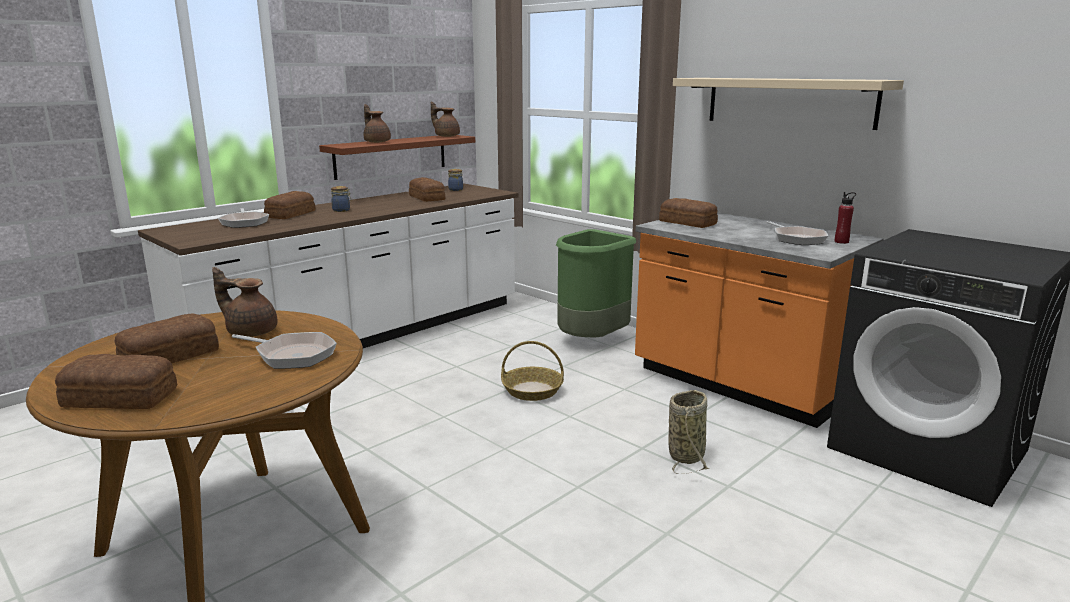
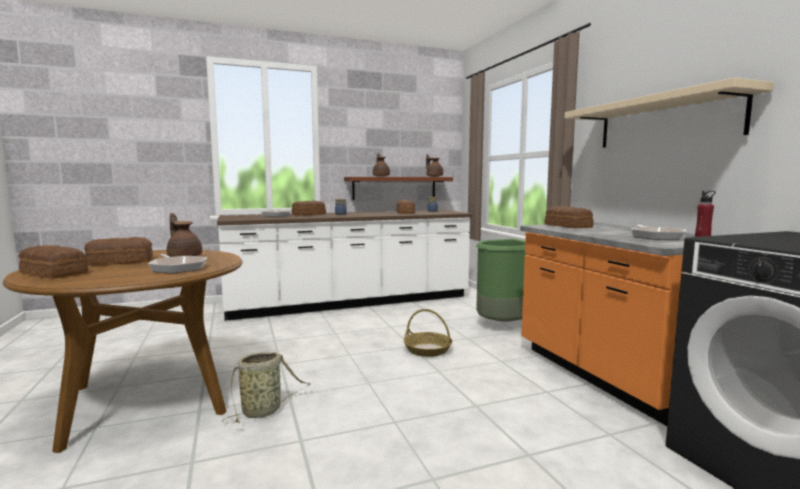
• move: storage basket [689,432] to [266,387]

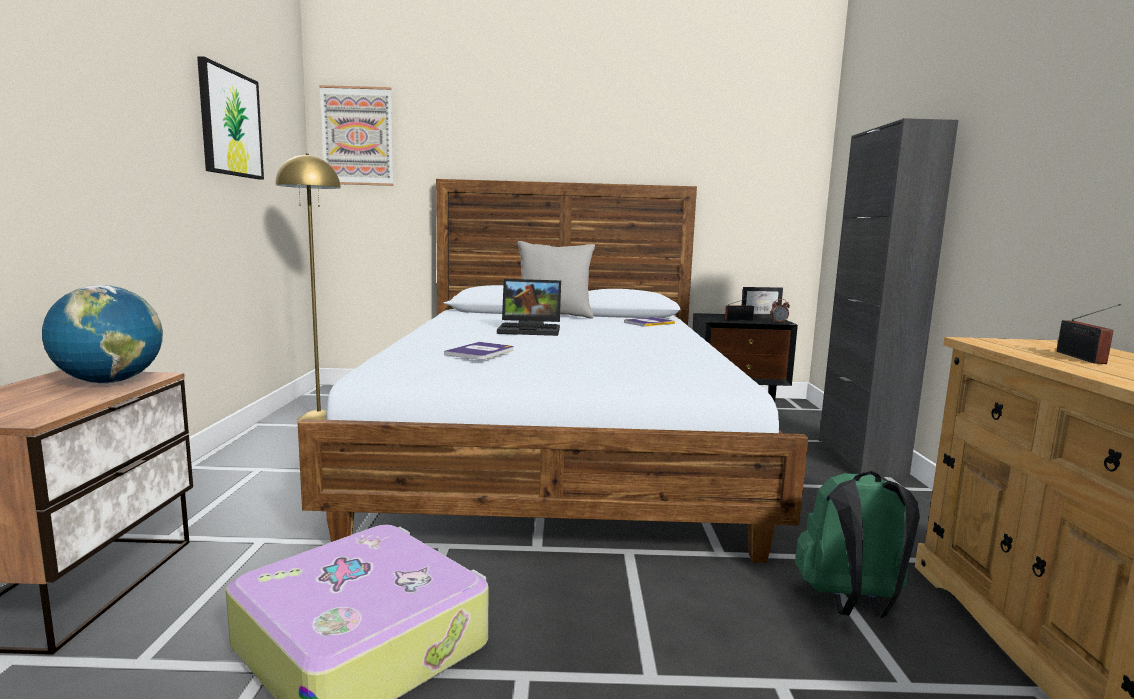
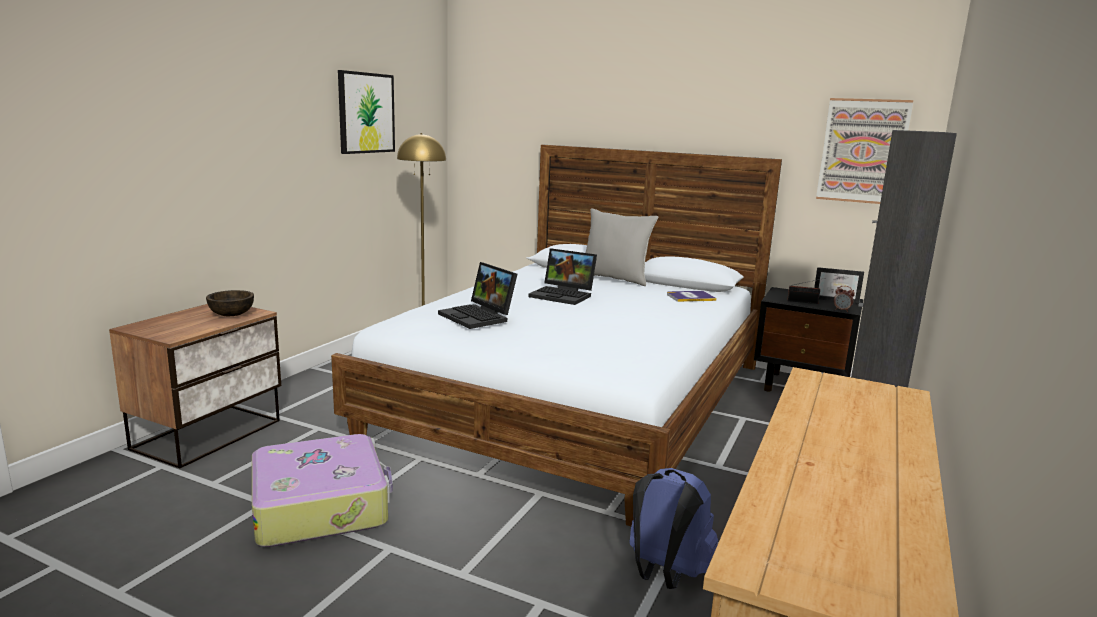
• replace: world globe [102,334] to brown bowl [230,303]
• replace: volume [478,351] to notebook computer [477,295]
• recolor: green-coloured knapsack [857,544] to bluish knapsack [673,528]
• move: wall art [356,135] to [864,151]
• delete: radio [1089,334]

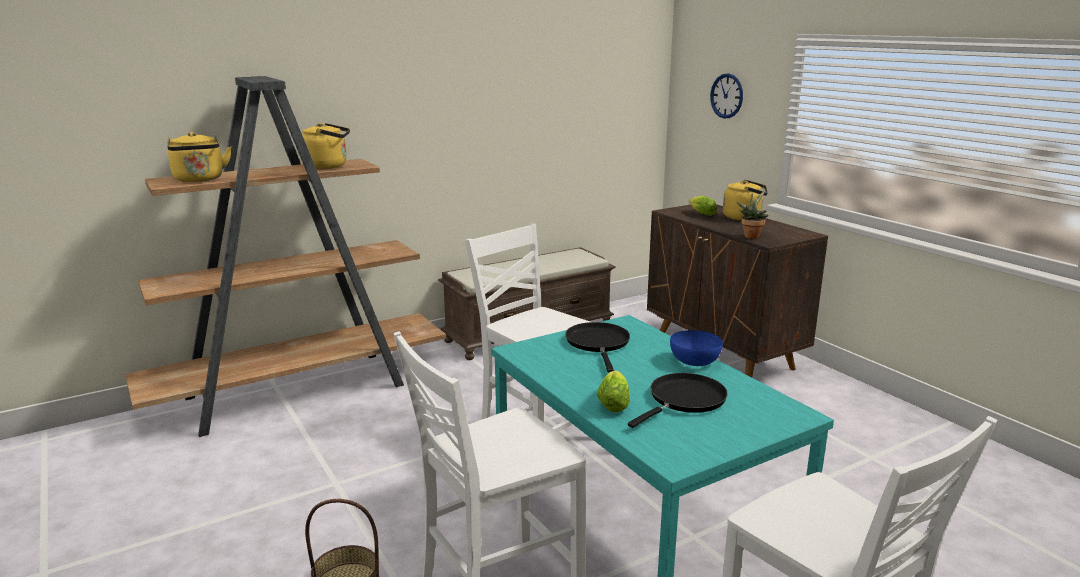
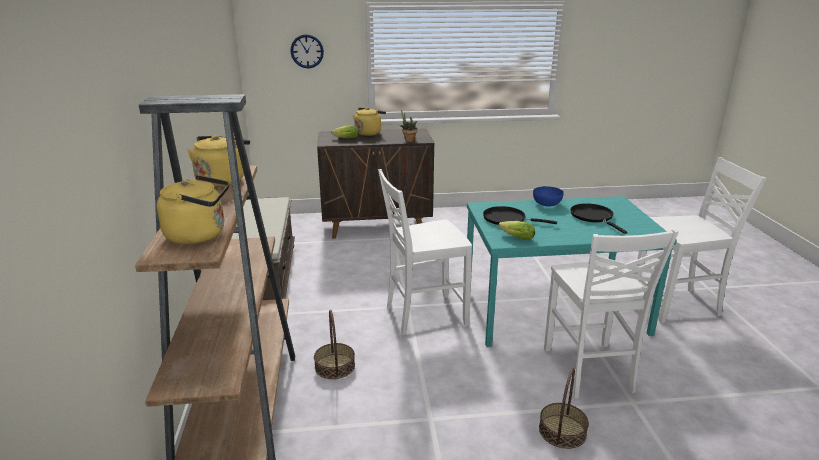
• insert: storage basket [334,344]
• move: lettuce [613,391] to [516,230]

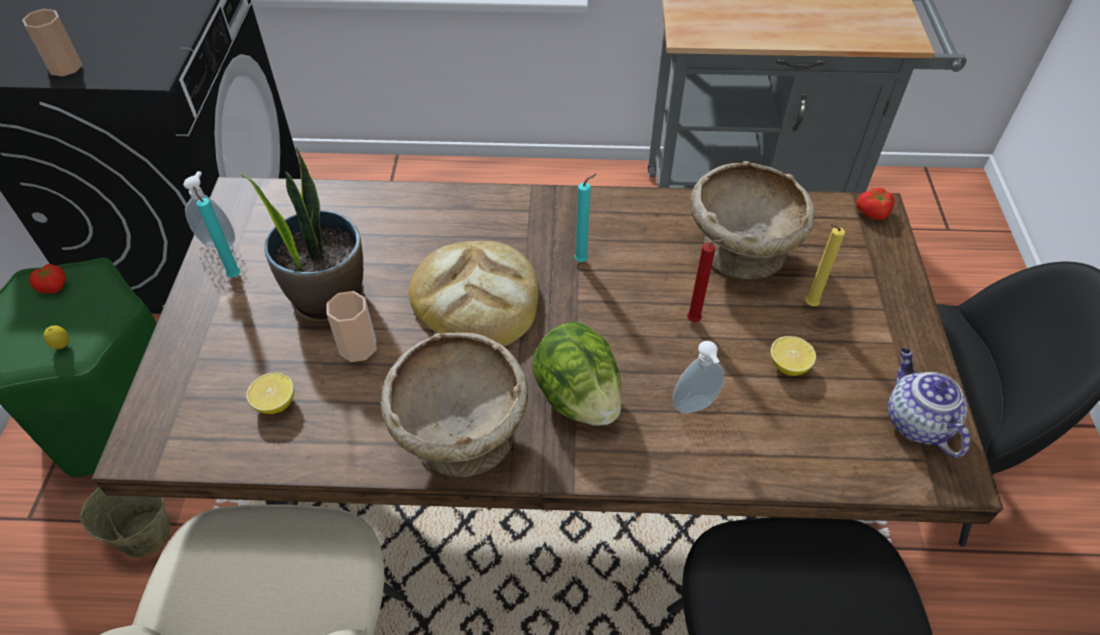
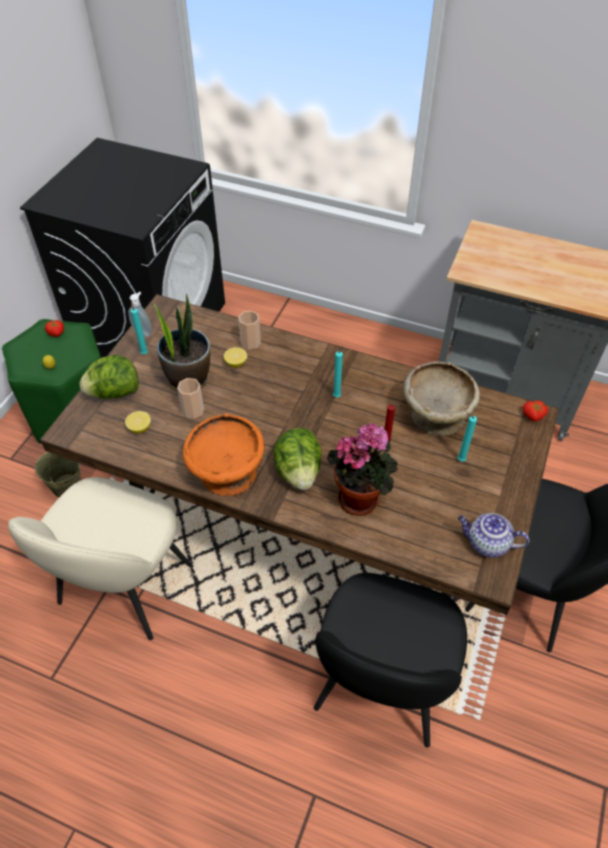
• insert: lettuce [109,377]
• recolor: sand-coloured bowl [454,405] to orange bowl [224,454]
• move: lemon [793,356] to [235,357]
• move: small cup [52,42] to [249,330]
• replace: soap dispenser [698,377] to houseplant [362,469]
• recolor: yellow wax candle [825,265] to blue-green wax candle [467,437]
• rotate: tea pot [929,403] = [494,535] 75 degrees counterclockwise
• delete: bread [473,293]

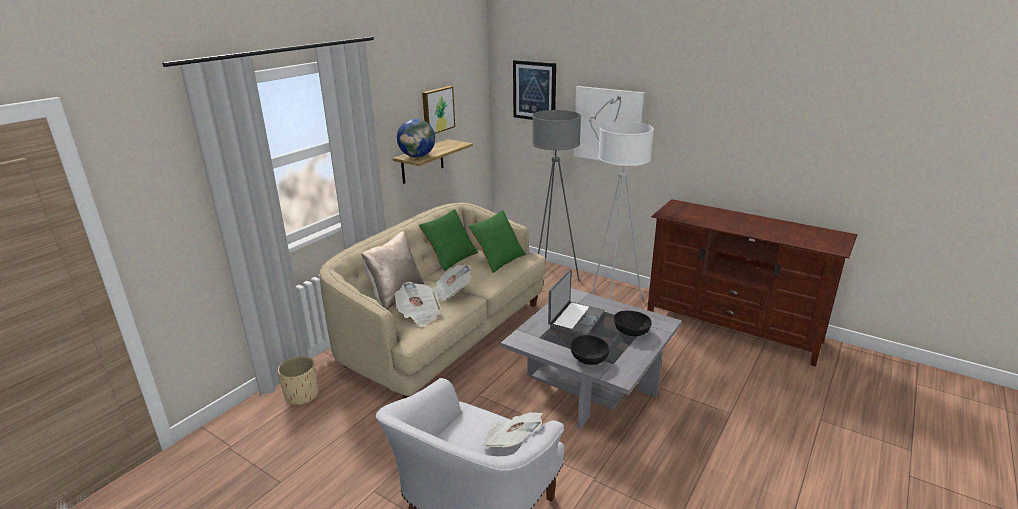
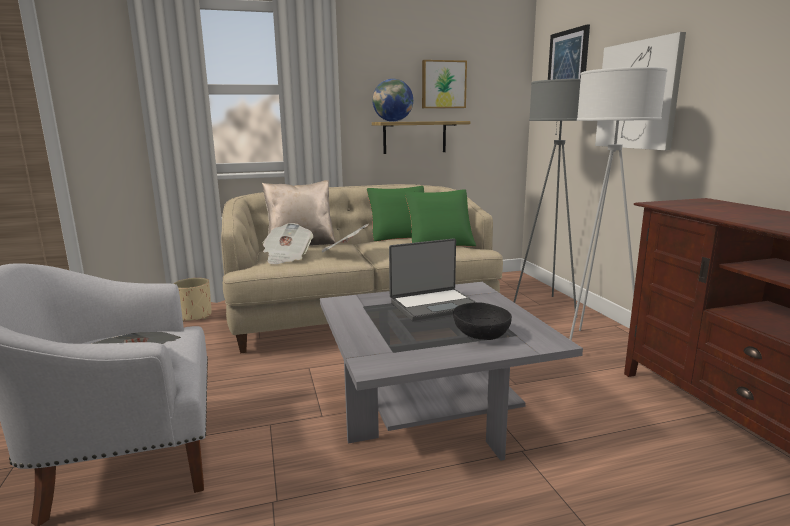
• delete: black-coloured bowl [589,350]

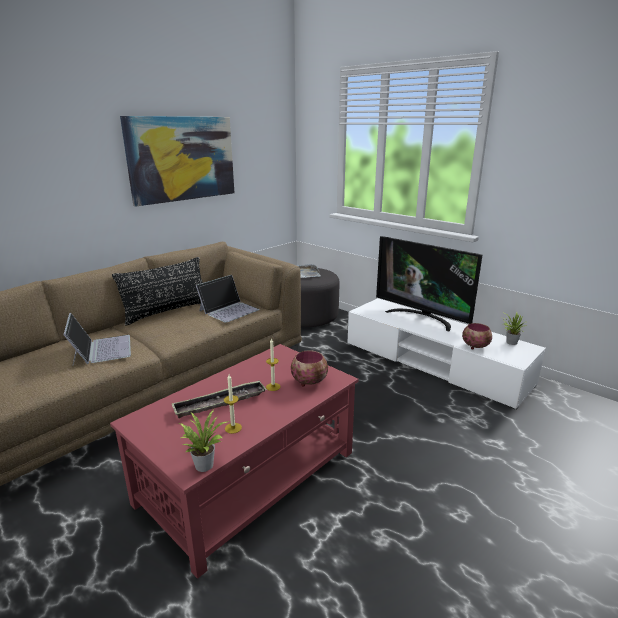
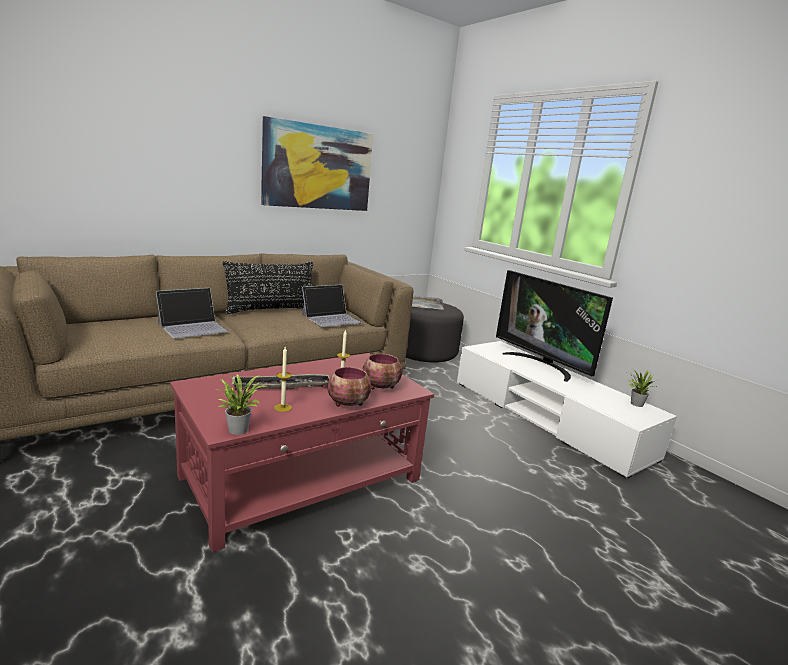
• rotate: notebook computer [97,339] = [192,313] 60 degrees clockwise
• move: bowl [477,336] to [349,387]

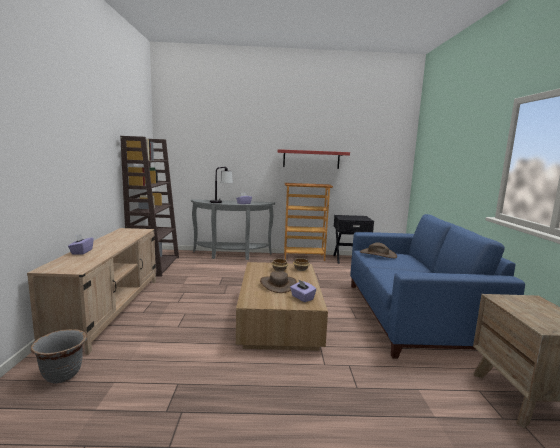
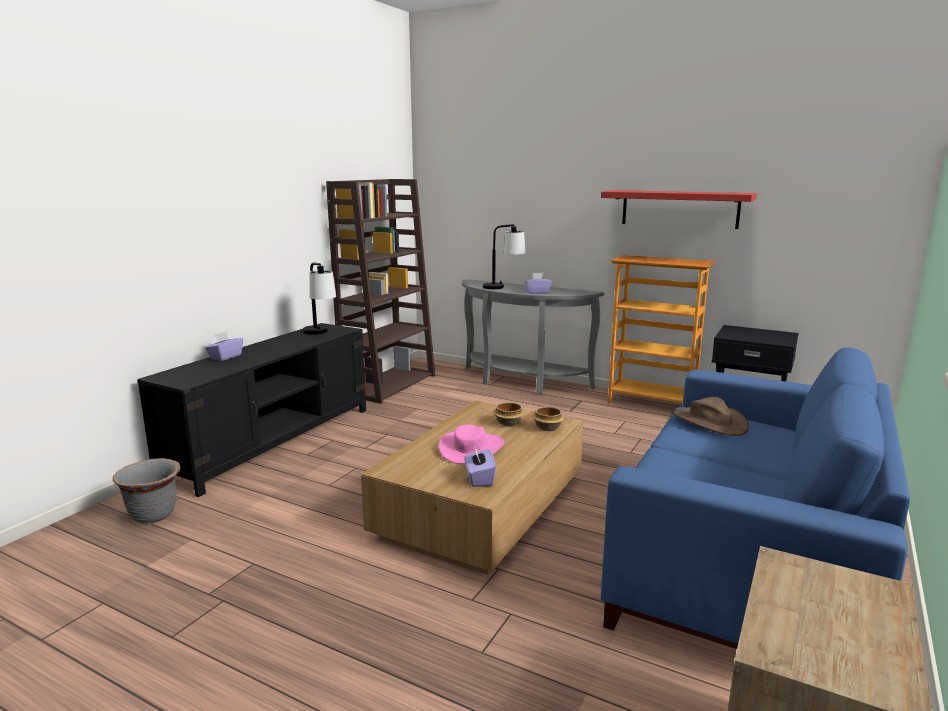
• recolor: sand-coloured media console [91,291] to black-coloured media console [251,410]
• insert: table lamp [319,299]
• recolor: brown wearable hat [278,282] to pink-coloured wearable hat [471,444]

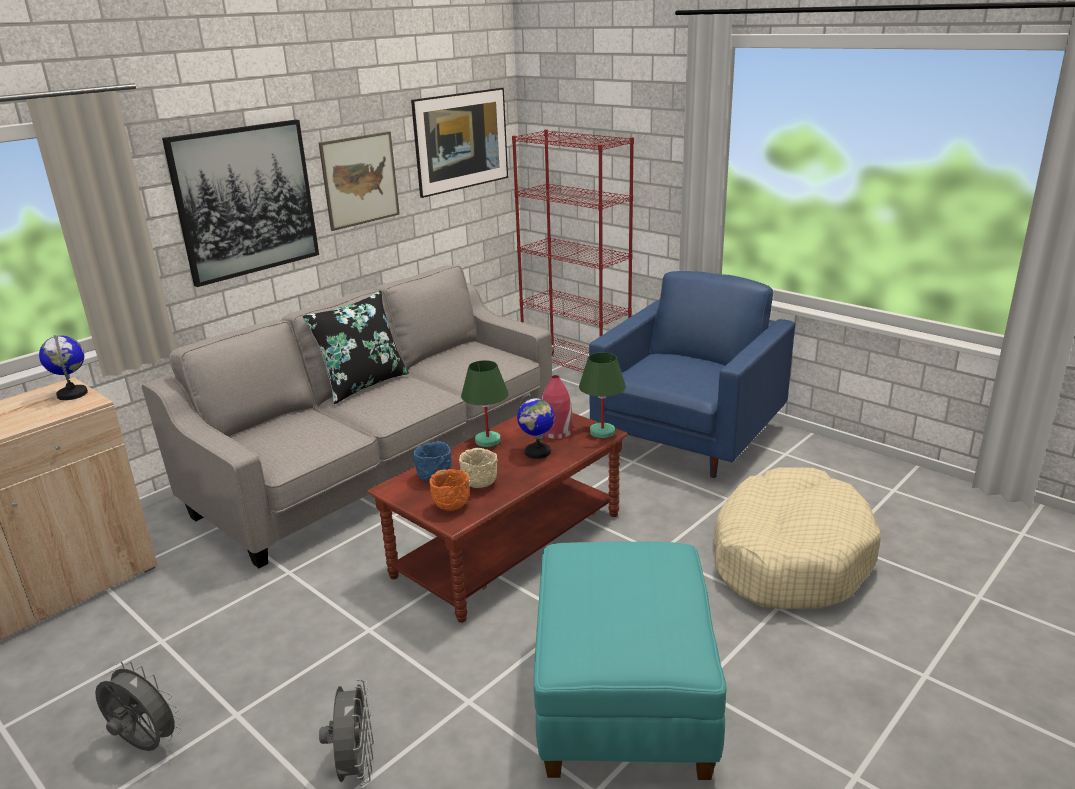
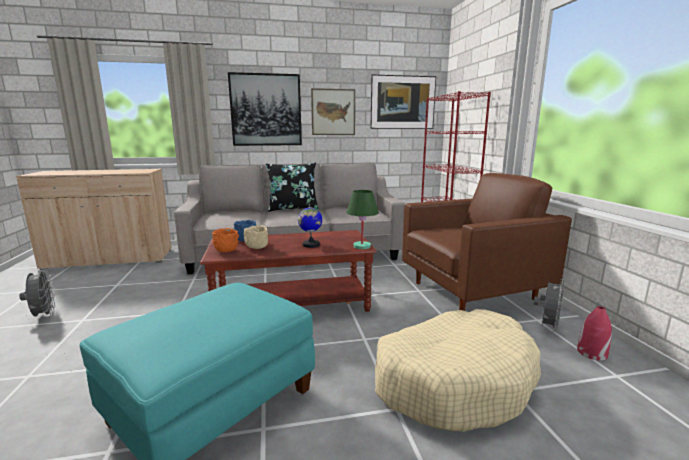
• recolor: bluish lounge chair [692,374] to brown lounge chair [487,242]
• move: gray fan [346,732] to [548,305]
• move: red-coloured vase [557,407] to [594,333]
• delete: world globe [63,367]
• delete: green-coloured table lamp [484,403]

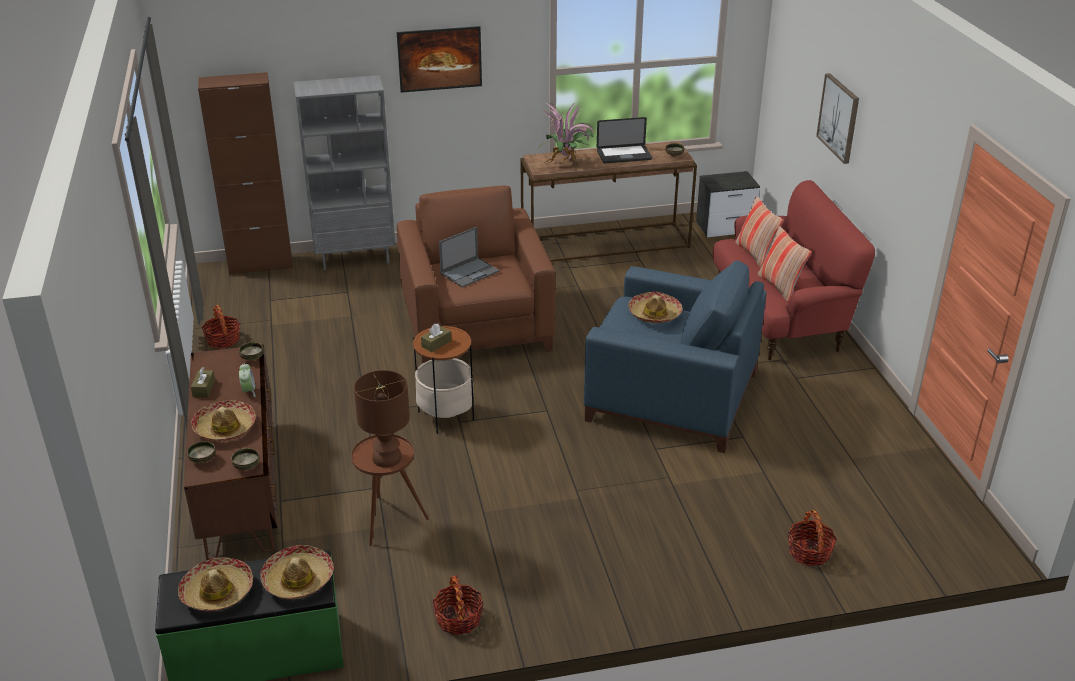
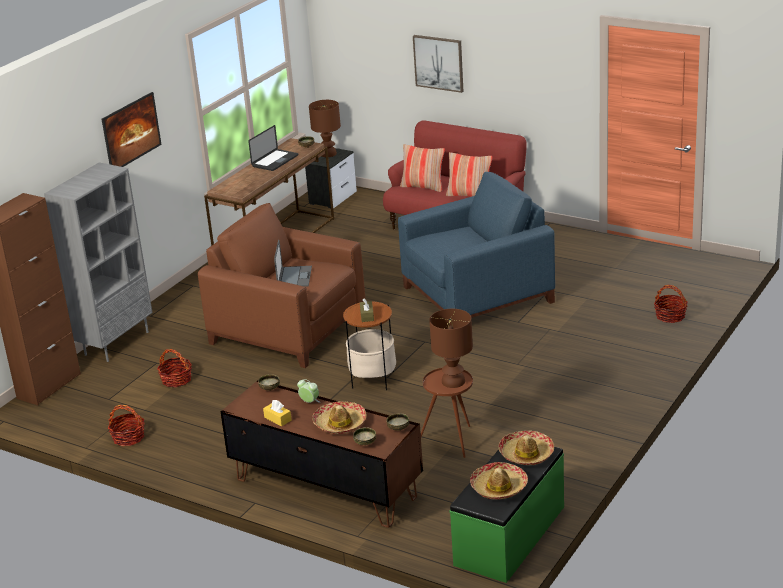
• move: storage basket [458,605] to [174,368]
• recolor: brown box of tissues [203,382] to yellow box of tissues [277,413]
• insert: brown table lamp [325,128]
• delete: houseplant [566,133]
• delete: wearable hat [655,307]

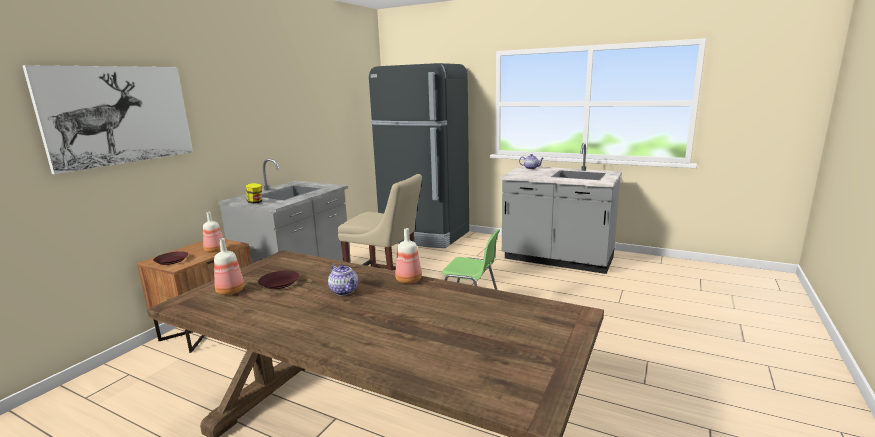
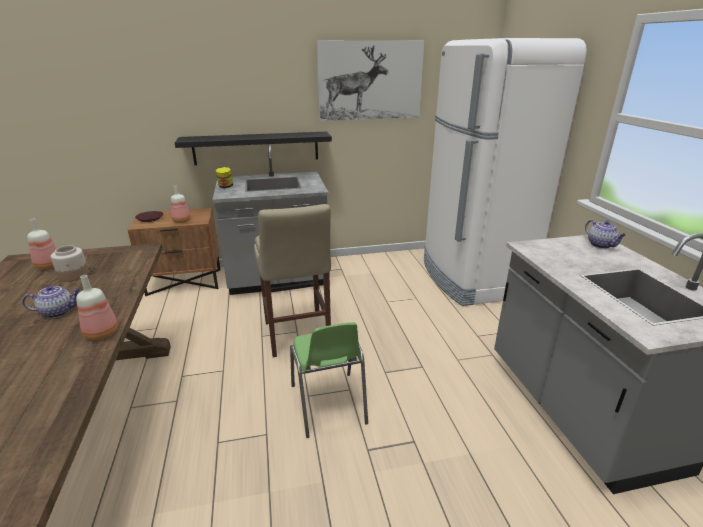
• rotate: tea pot [343,280] = [51,301] 120 degrees counterclockwise
• replace: brown flat dish [278,280] to preserve jar [70,263]
• insert: black-coloured wall shelf [253,148]
• move: wall art [107,119] to [370,81]
• recolor: black-coloured fridge [419,155] to whitish fridge [505,172]

